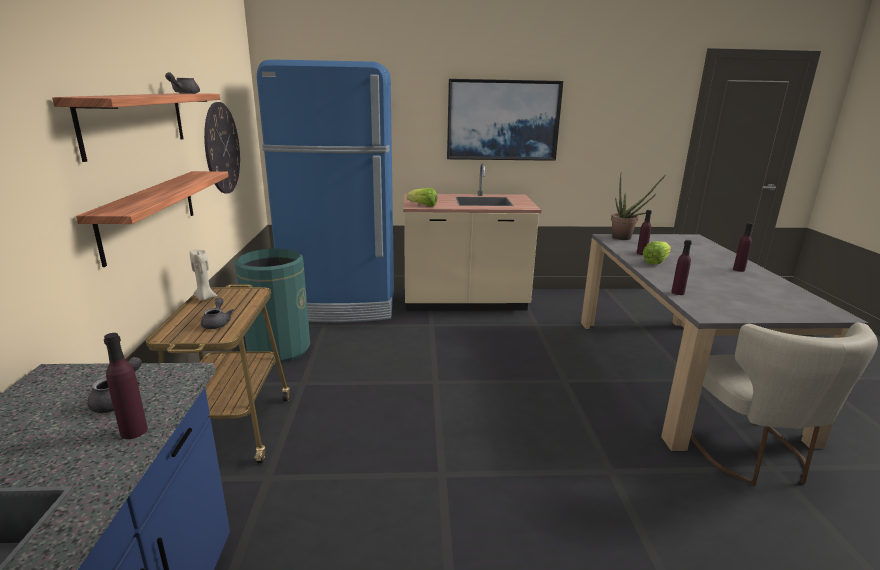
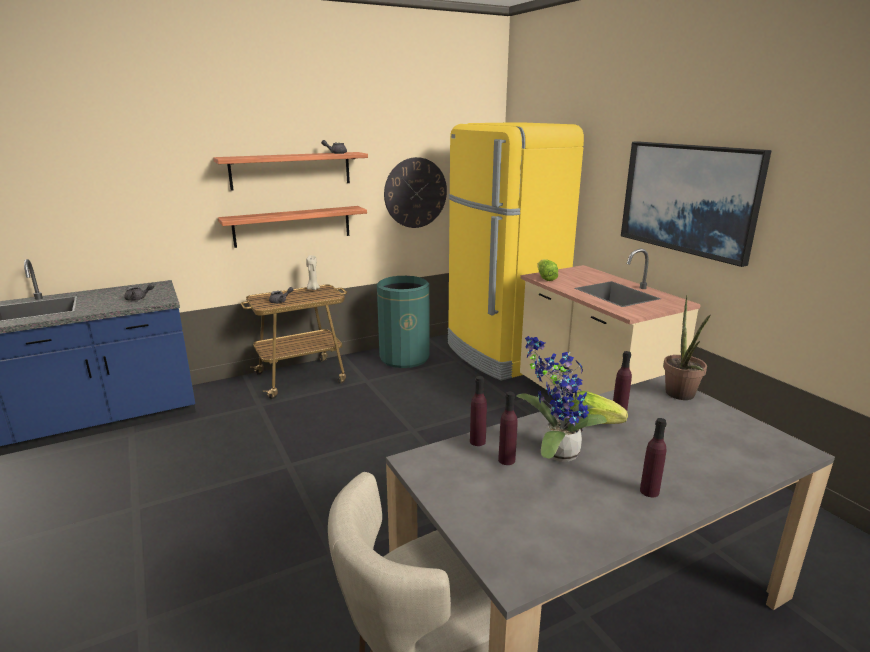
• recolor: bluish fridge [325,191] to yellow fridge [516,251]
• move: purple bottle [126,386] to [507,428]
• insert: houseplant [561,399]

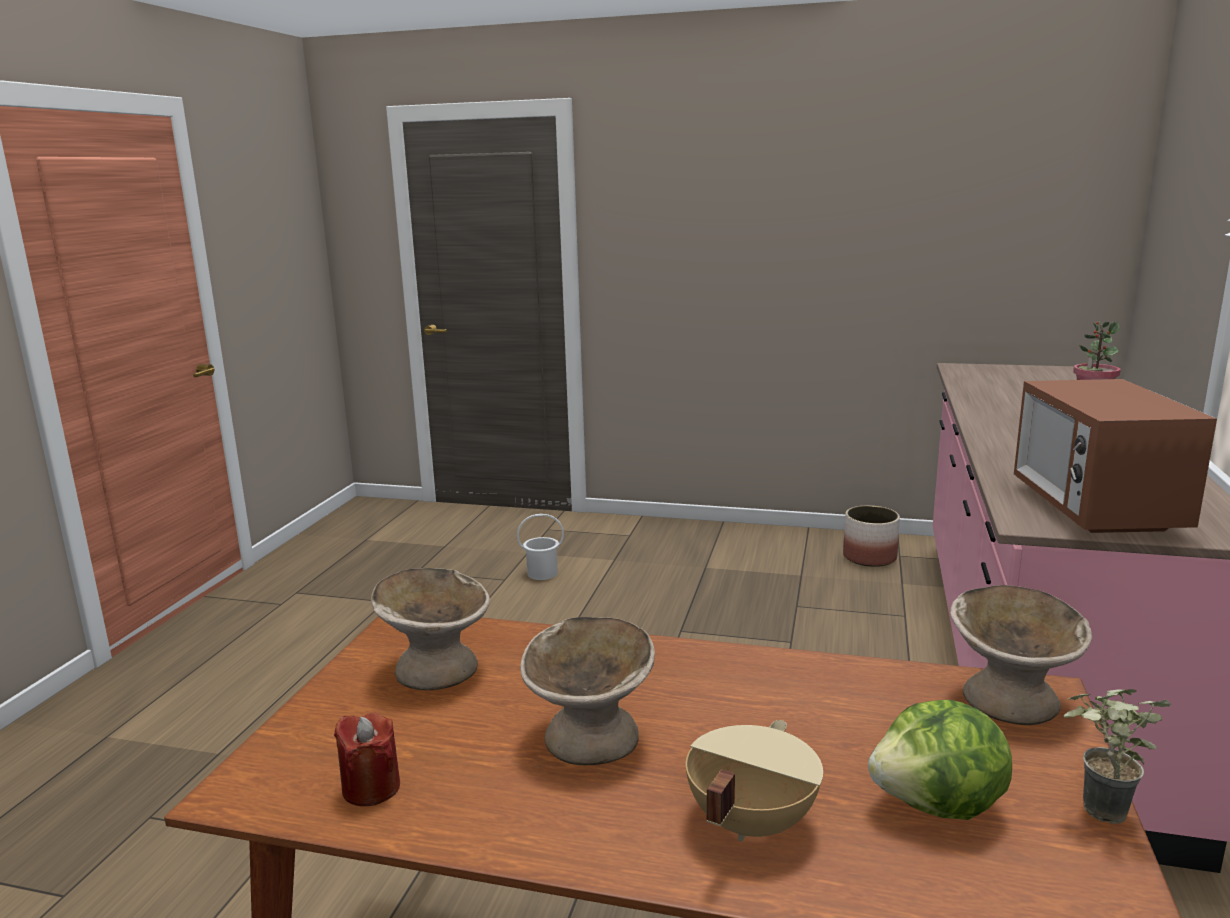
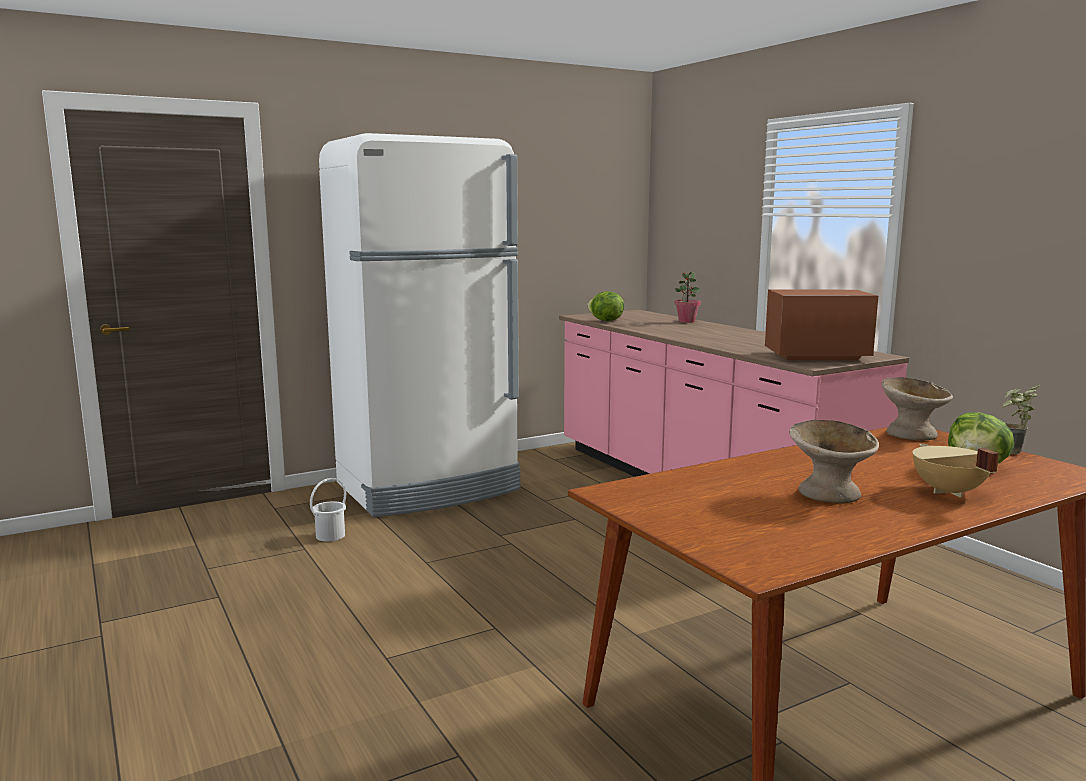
• insert: whitish fridge [419,325]
• insert: lettuce [605,306]
• rotate: kitchen microwave [1115,456] = [821,325] 135 degrees clockwise
• delete: red-coloured wax candle [367,759]
• delete: sand-coloured bowl [430,629]
• delete: flower pot [871,536]

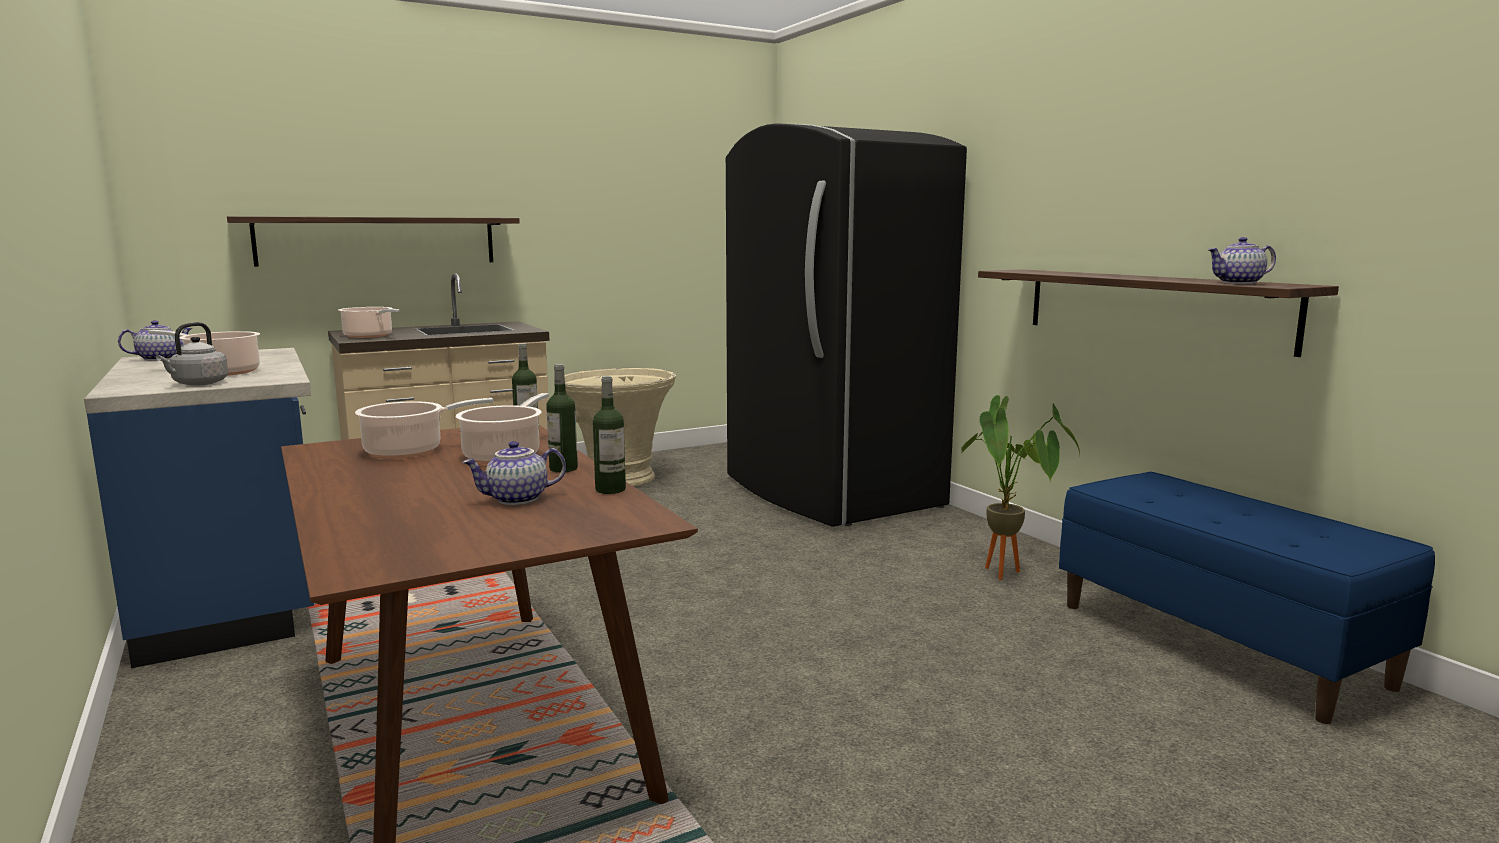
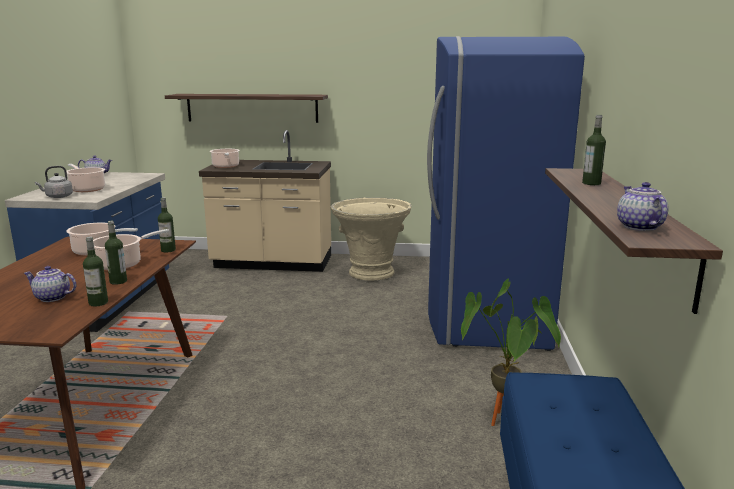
• recolor: black-coloured fridge [846,325] to bluish fridge [506,193]
• insert: bottle [594,150]
• rotate: tea pot [1242,260] = [643,206] 60 degrees clockwise

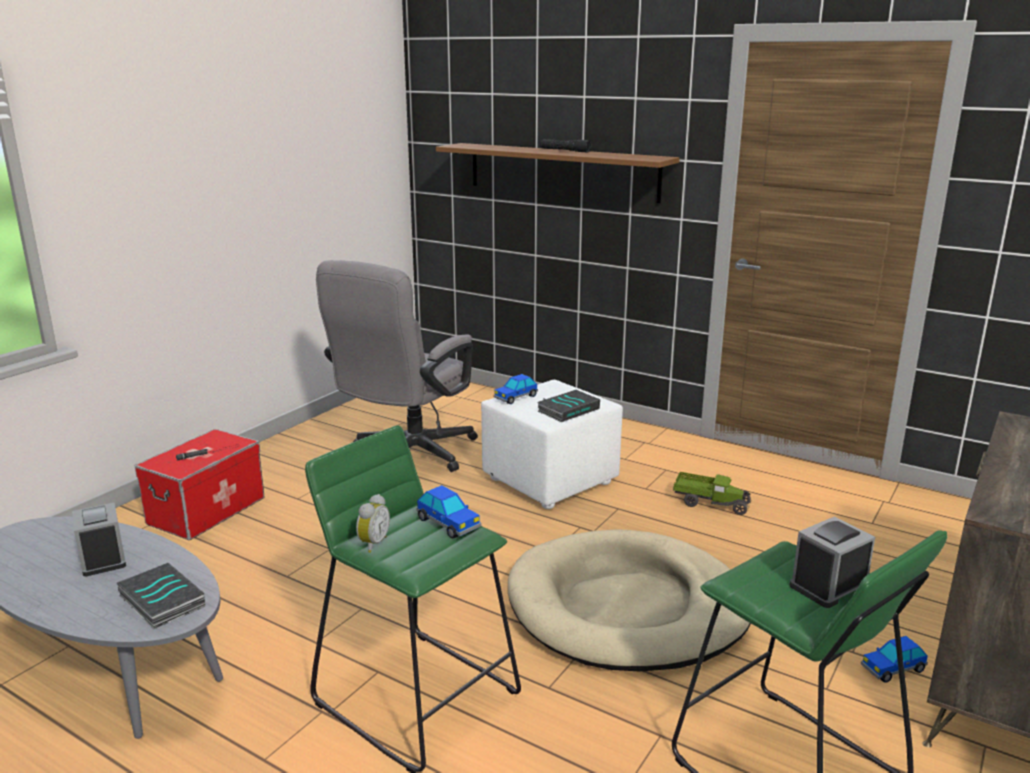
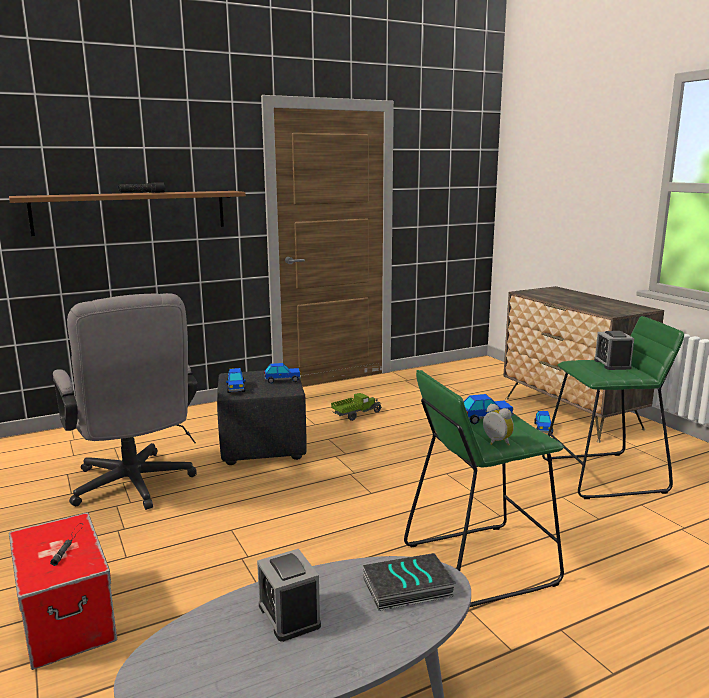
• recolor: whitish pouffe [552,444] to black-coloured pouffe [262,417]
• rotate: table clock [99,539] = [289,595] 120 degrees counterclockwise
• replace: volume [568,406] to model car [282,373]
• delete: sand-coloured dog bed [629,600]

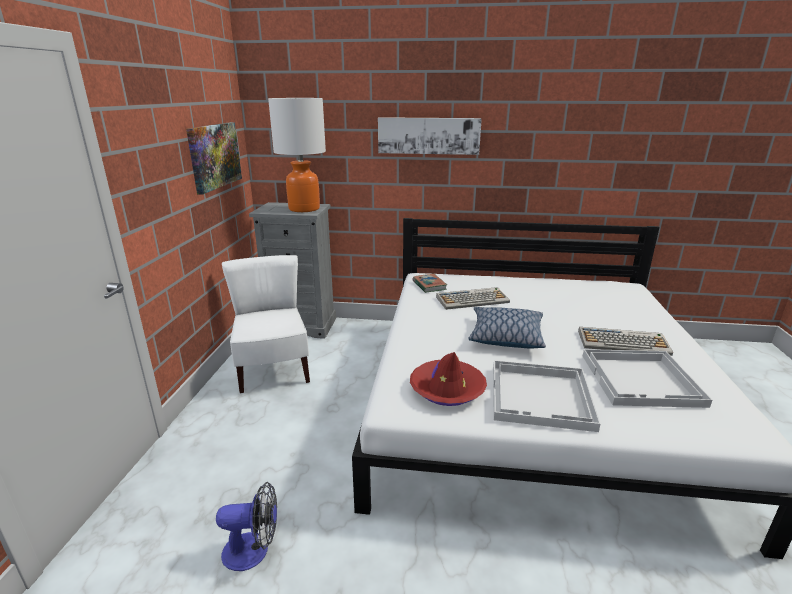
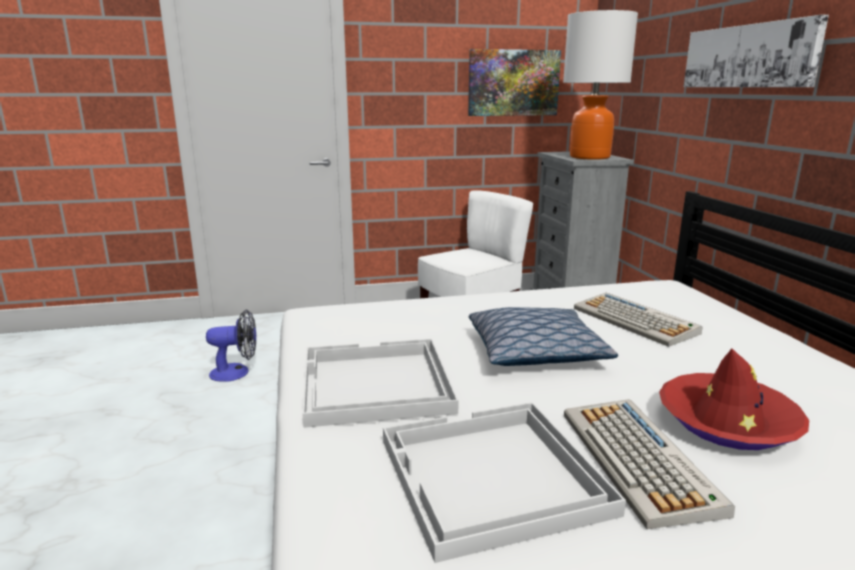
• rotate: fan [246,526] = [231,345] 75 degrees counterclockwise
• move: red-coloured wearable hat [448,379] to [734,399]
• delete: volume [430,283]

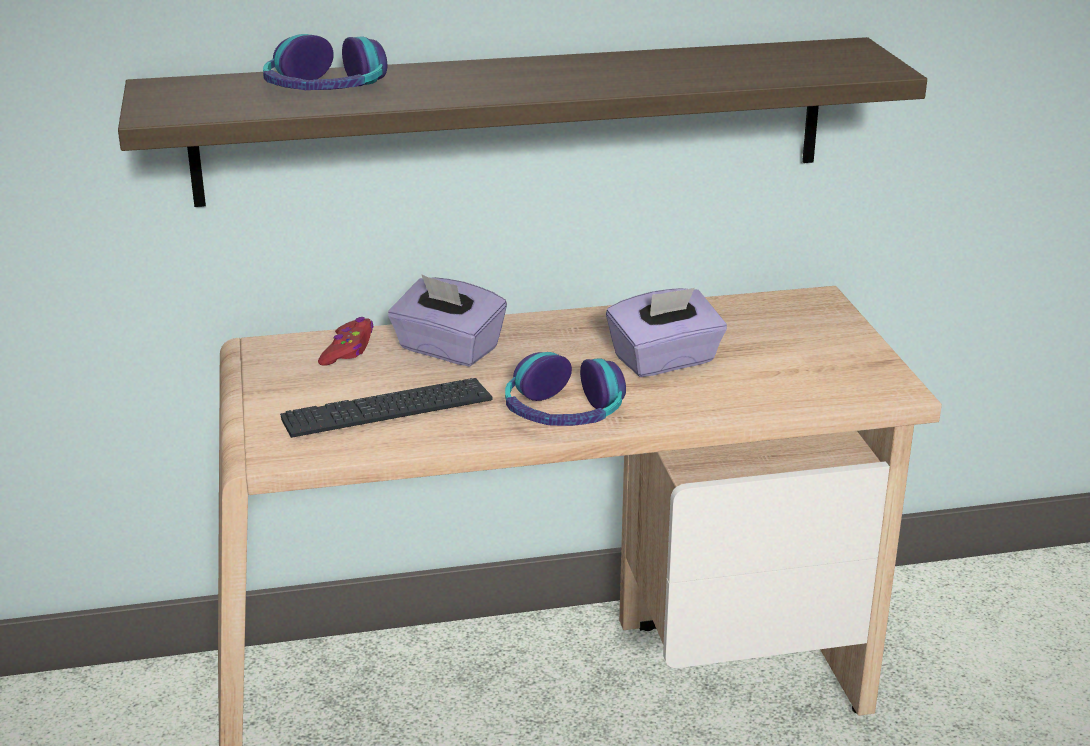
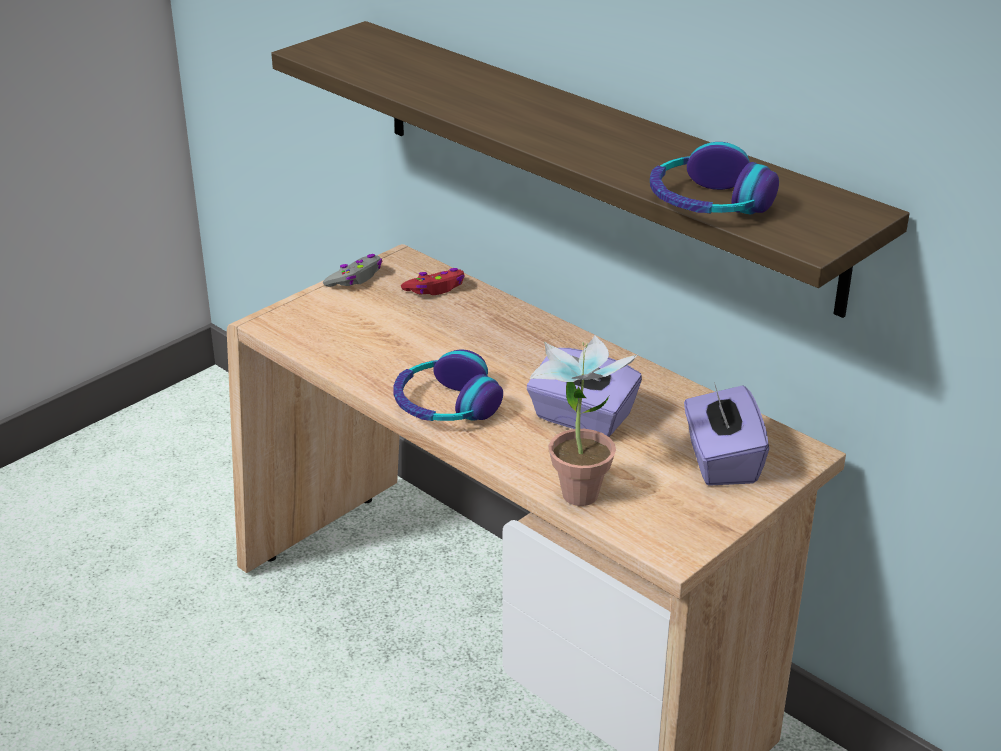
• insert: gray joypad [352,270]
• insert: houseplant [584,420]
• move: headset [325,62] to [714,178]
• move: purple box of tissues [447,320] to [726,434]
• delete: computer keyboard [386,408]

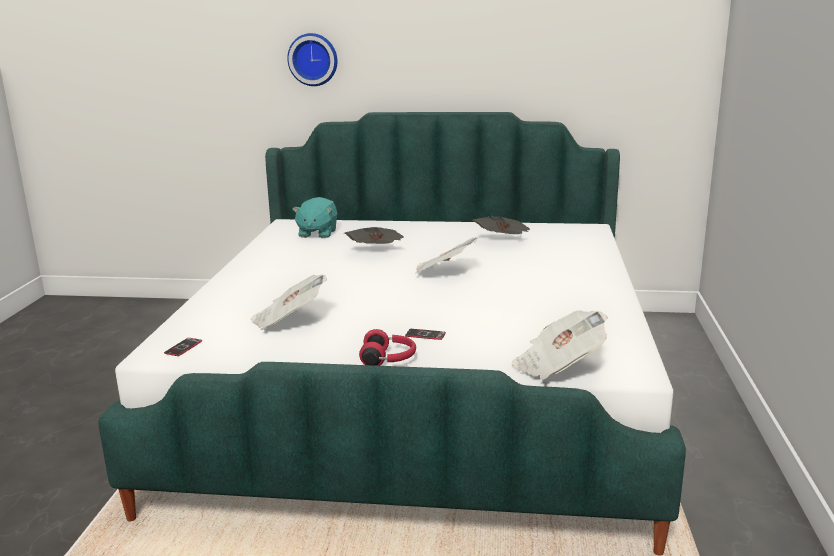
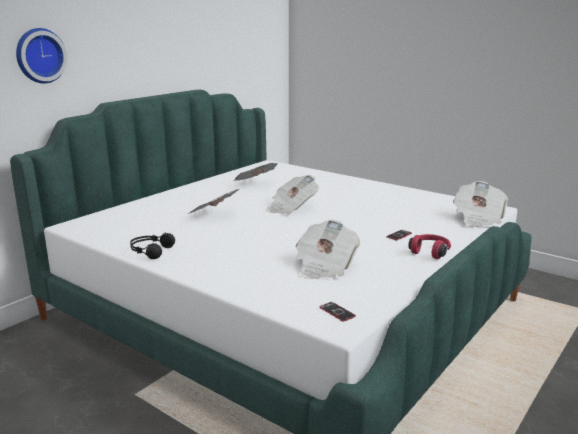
• insert: black-coloured headset [152,246]
• delete: blue-green soft toy [315,217]

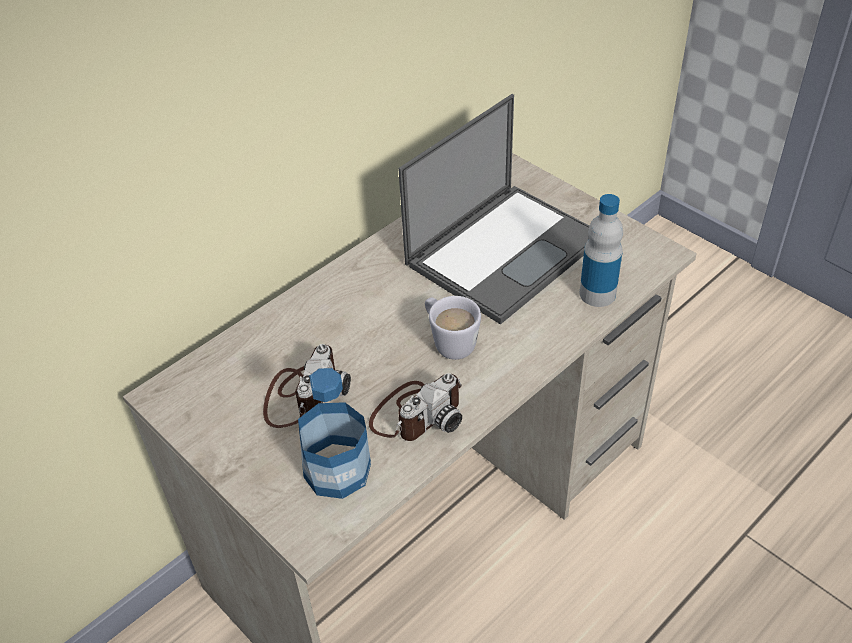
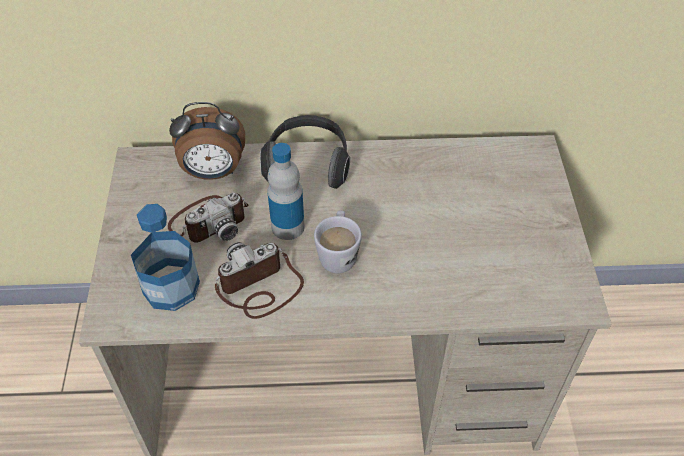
• insert: table clock [207,141]
• rotate: still camera [415,407] = [259,280] 150 degrees clockwise
• insert: headset [305,152]
• move: bottle [601,250] to [286,191]
• delete: notebook computer [493,209]

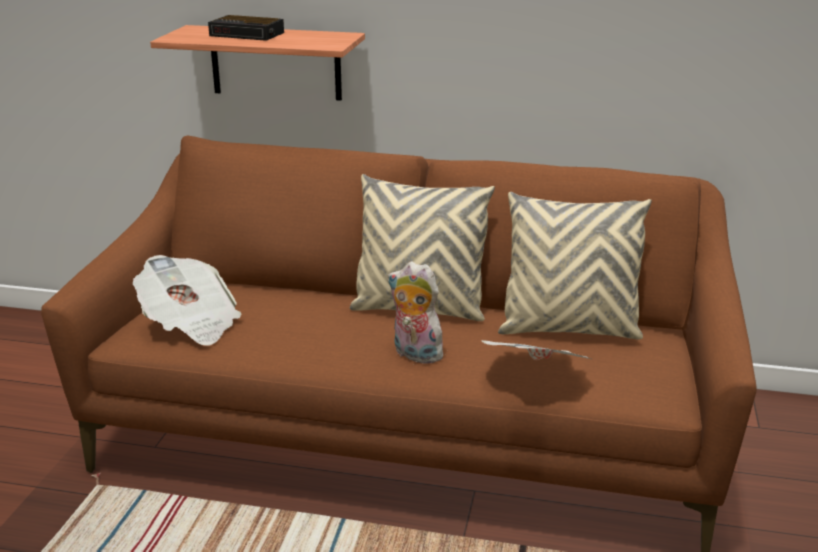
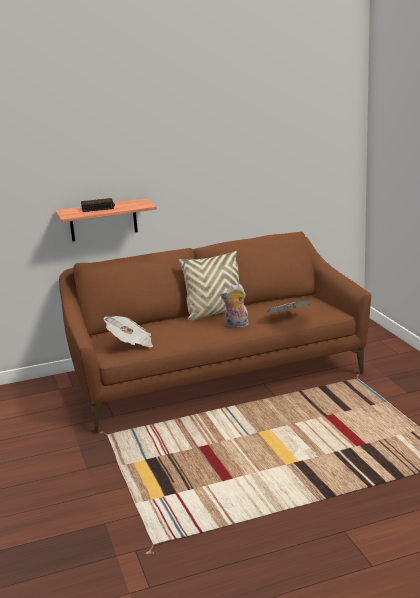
• delete: sand-coloured pillow [575,265]

